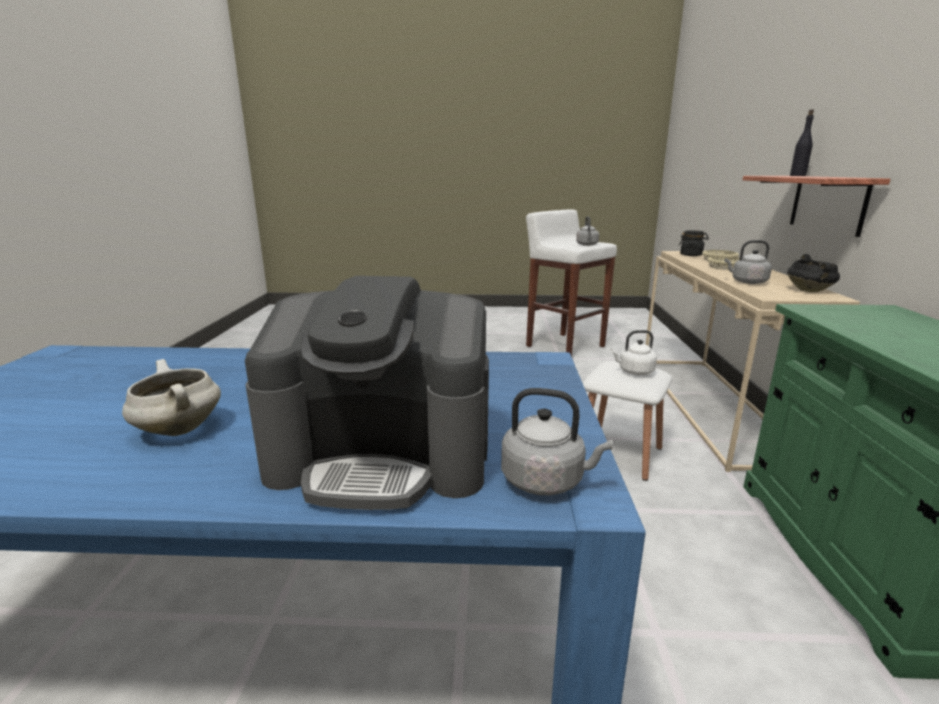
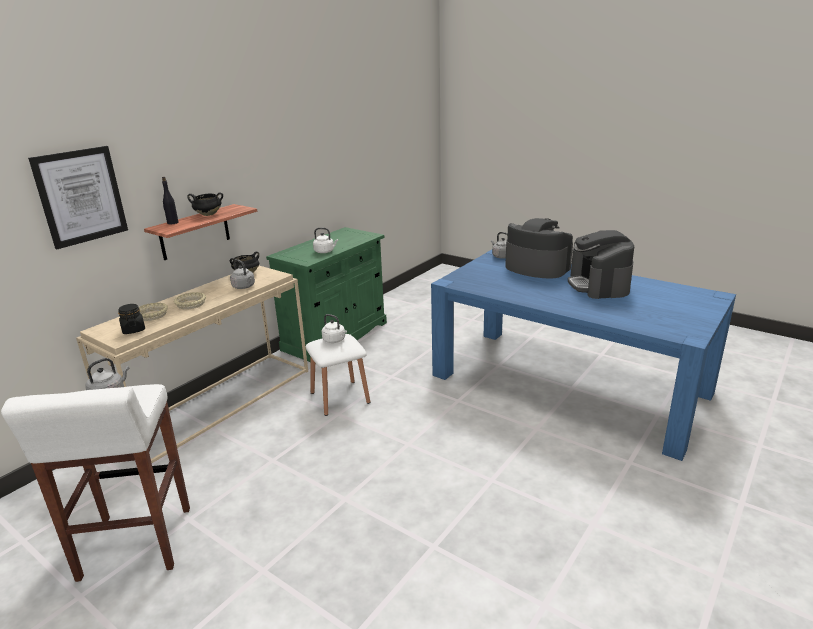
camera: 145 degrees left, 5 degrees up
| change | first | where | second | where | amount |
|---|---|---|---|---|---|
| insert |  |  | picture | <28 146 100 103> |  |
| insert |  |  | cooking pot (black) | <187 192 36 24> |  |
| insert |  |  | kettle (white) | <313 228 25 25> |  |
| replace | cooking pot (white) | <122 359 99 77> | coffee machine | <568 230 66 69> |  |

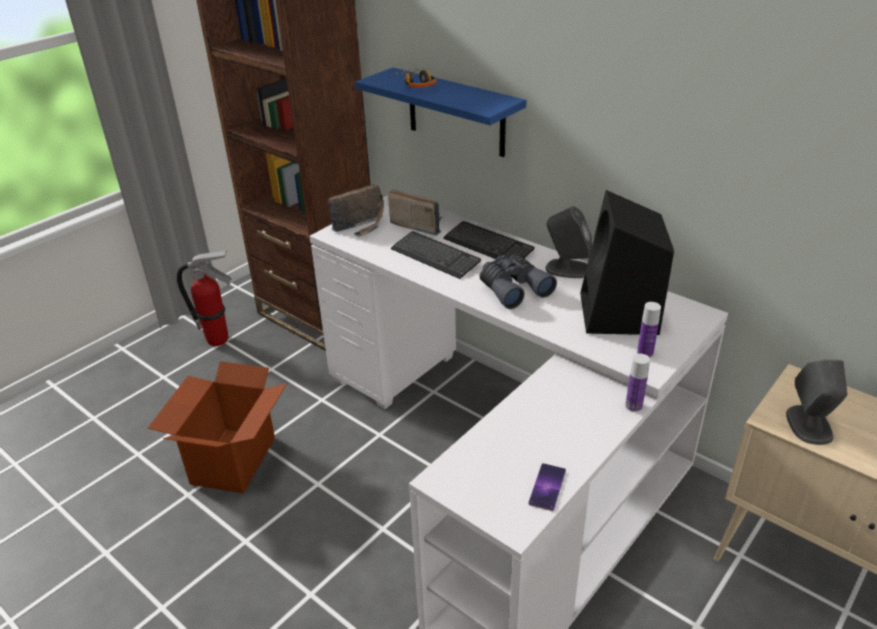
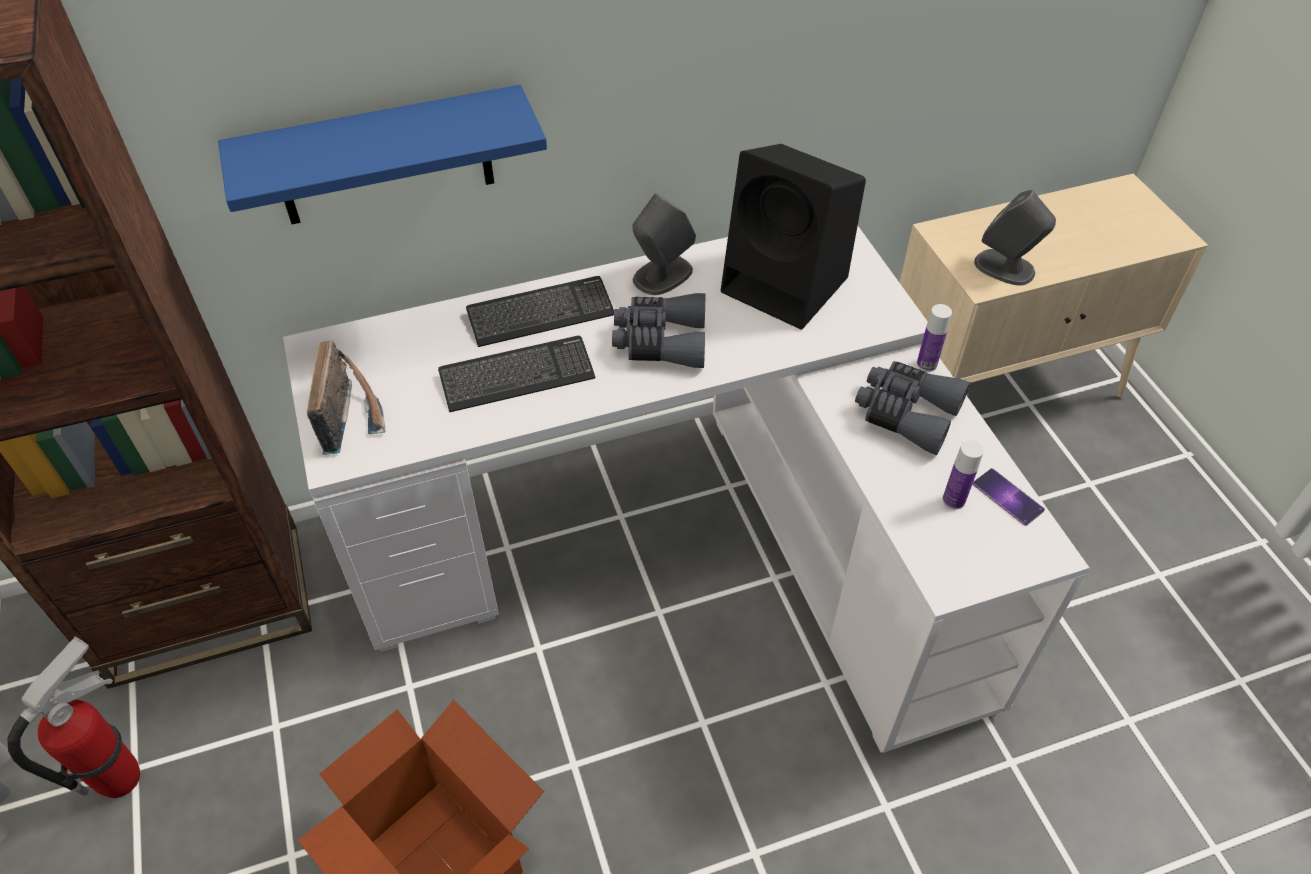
camera: 60 degrees left, 15 degrees up
| change | first | where | second | where | amount |
|---|---|---|---|---|---|
| insert |  |  | binoculars (grey) | <855 361 115 94> |  |
| move | bottle | <637 302 24 56> |  | <942 440 42 69> |  |
| delete | radio | <388 189 55 47> |  |  |  |
| delete | headphones | <391 68 46 20> |  |  |  |

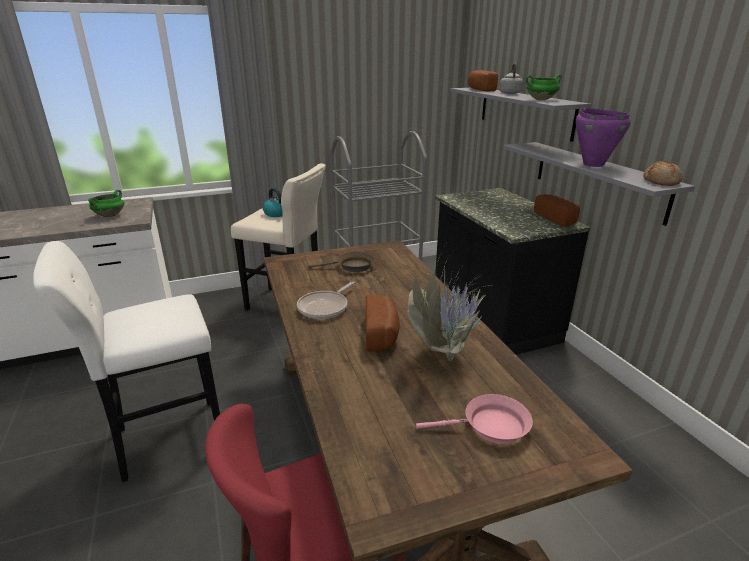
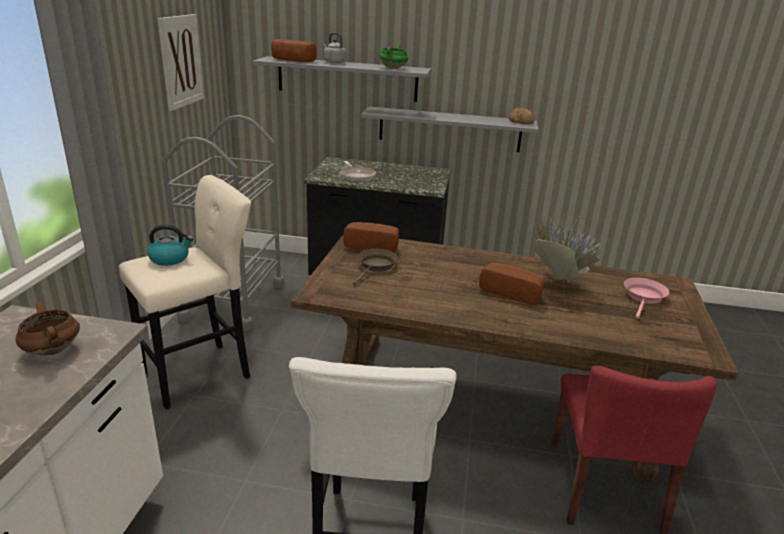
camera: 60 degrees left, 0 degrees up
| change | first | where | second | where | amount |
|---|---|---|---|---|---|
| recolor | cooking pot (green) | <88 190 36 27> | cooking pot (brown) | <16 302 64 53> |  |
| insert |  |  | picture | <158 14 46 97> |  |
| move | frying pan | <297 282 58 37> |  | <341 161 35 20> |  |
| move | bread | <534 194 46 32> |  | <343 222 56 31> |  |
| delete | cooking pot (purple) | <576 108 55 59> |  |  |  |

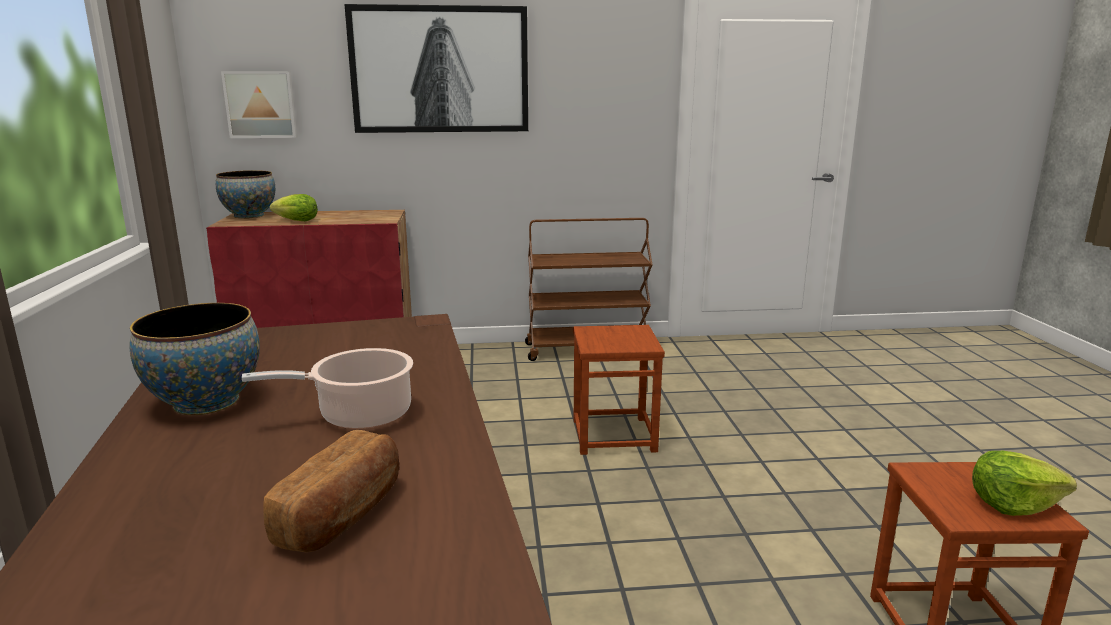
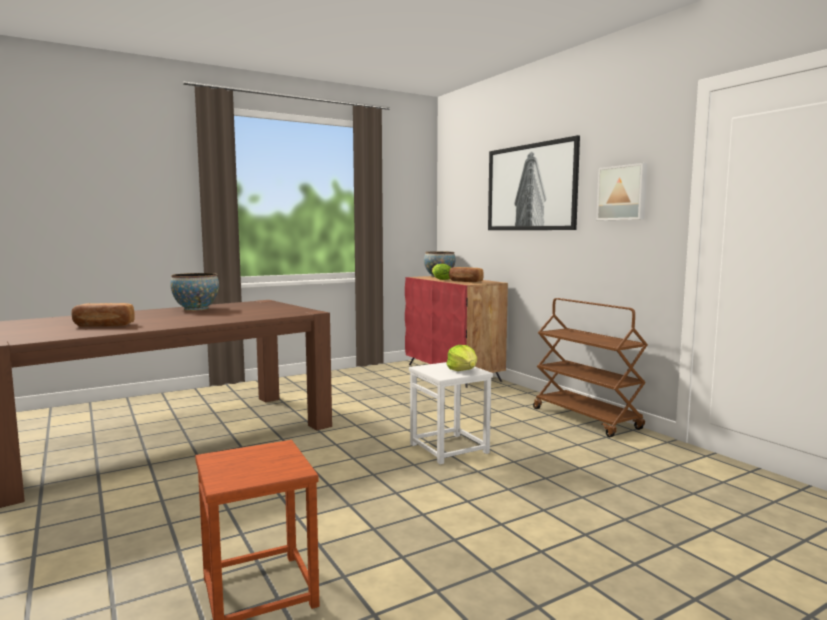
camera: 65 degrees right, 10 degrees down
| change | first | where | second | where | amount |
|---|---|---|---|---|---|
| recolor | stool (brown) | <573 325 92 130> | stool (white) | <409 362 84 102> |  |
| move | lettuce | <972 451 105 65> |  | <446 345 31 26> |  |
| insert |  |  | bread | <449 267 35 15> |  |
| move | picture | <221 71 77 67> |  | <596 163 51 57> |  |
| delete | cooking pot | <242 348 171 81> |  |  |  |

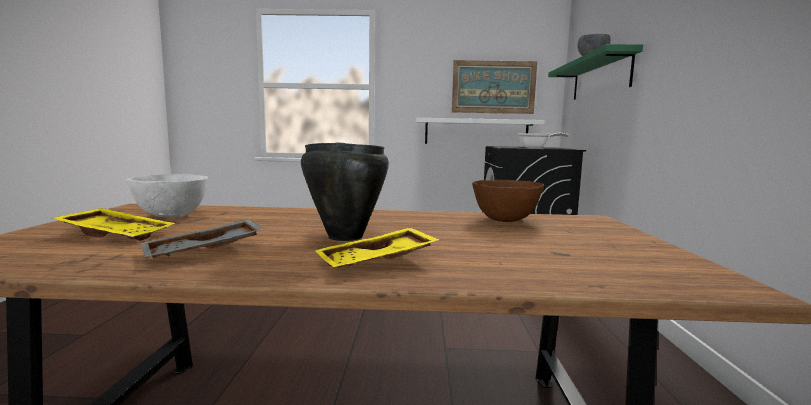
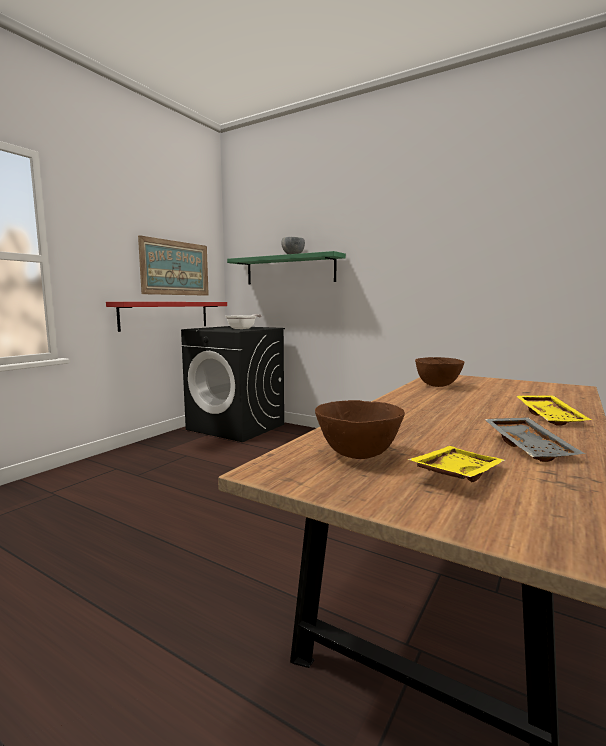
camera: 60 degrees left, 0 degrees up
| change | first | where | second | where | amount |
|---|---|---|---|---|---|
| recolor | shelf (white) | <416 118 129 26> | shelf (red) | <106 302 121 30> |  |
| recolor | bowl (white) | <126 174 82 44> | bowl (brown) | <315 400 90 59> |  |
| delete | cooking pot (black) | <301 142 88 99> |  |  |  |

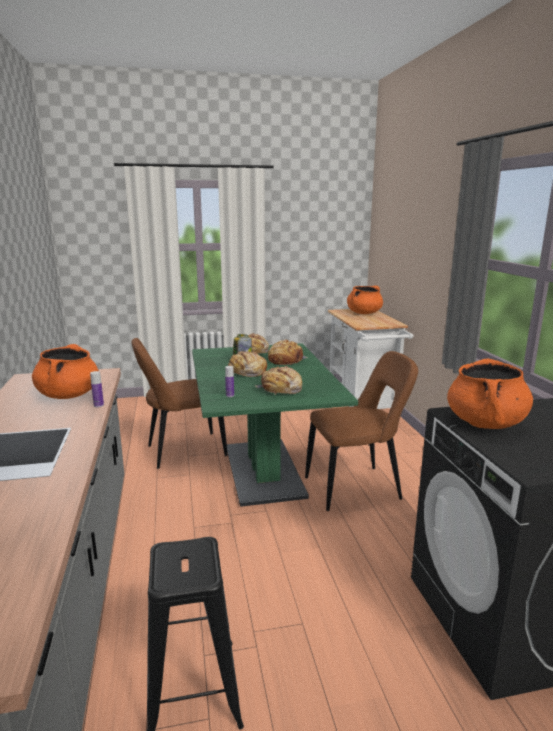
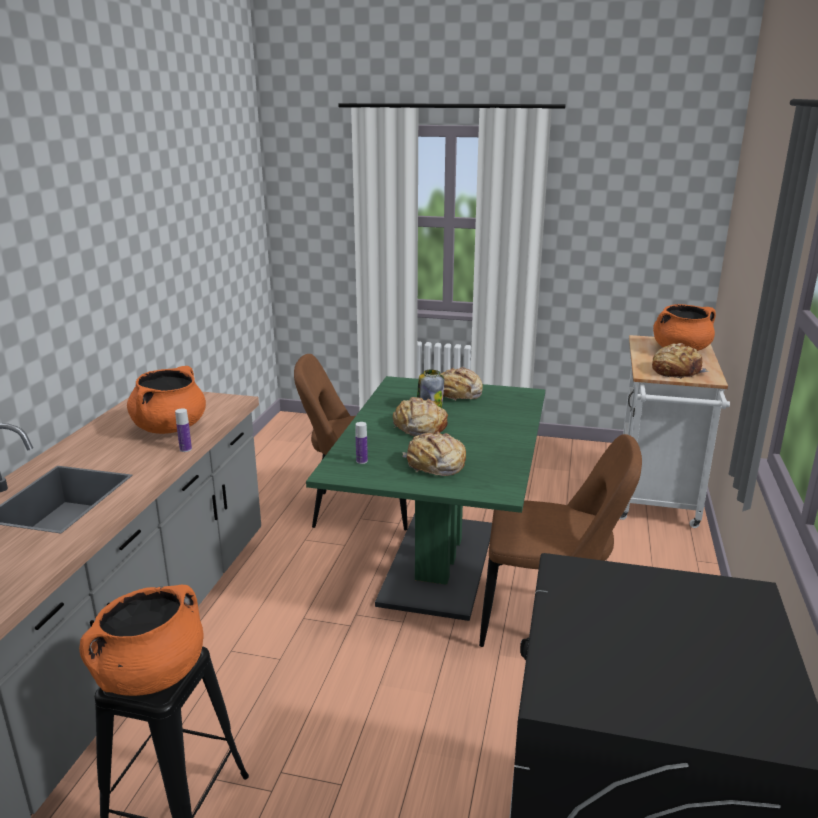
camera: 25 degrees right, 5 degrees up
| change | first | where | second | where | amount |
|---|---|---|---|---|---|
| move | cooking pot (orange) | <447 358 86 71> |  | <79 584 125 112> |  |
| move | bread | <268 340 40 25> |  | <652 343 57 36> |  |

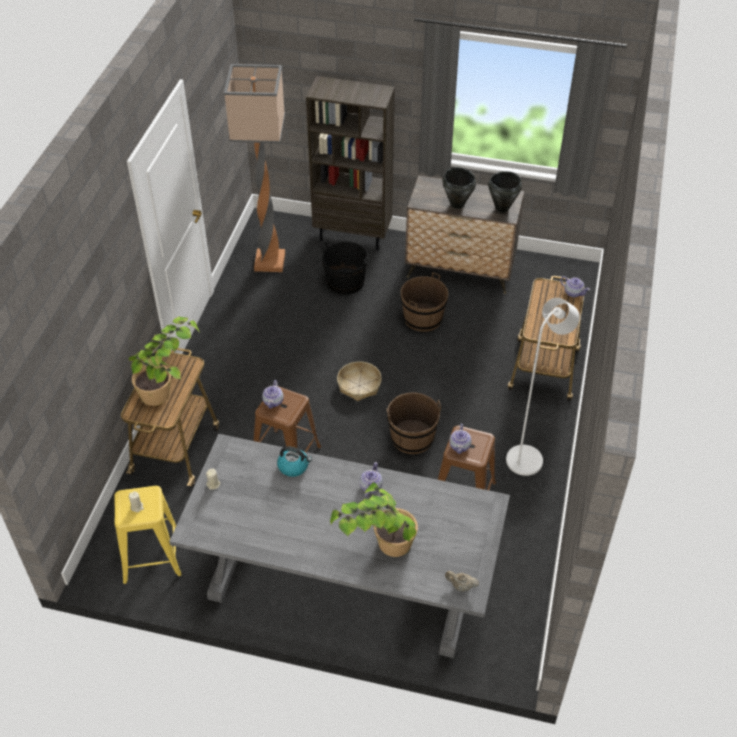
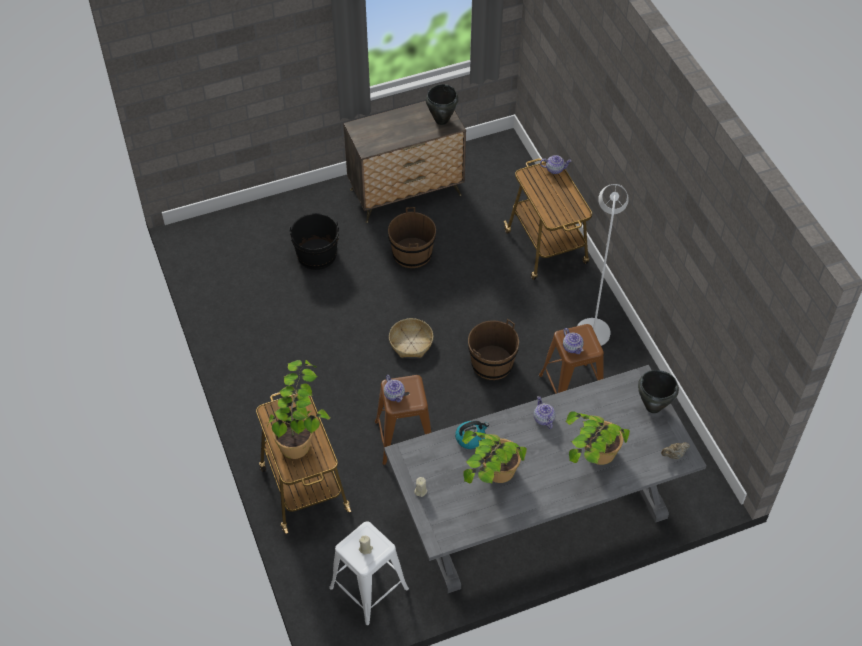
camera: 35 degrees left, 5 degrees up
| change | first | where | second | where | amount |
|---|---|---|---|---|---|
| recolor | stool (yellow) | <114 486 68 98> | stool (white) | <329 521 80 105> |  |
| insert |  |  | potted plant | <462 430 65 54> |  |
| move | cooking pot (black) | <443 167 33 42> |  | <638 370 41 43> |  |
| delete | floor lamp | <224 64 61 208> |  |  |  |
| delete | bookcase (brown) | <306 76 89 174> |  |  |  |

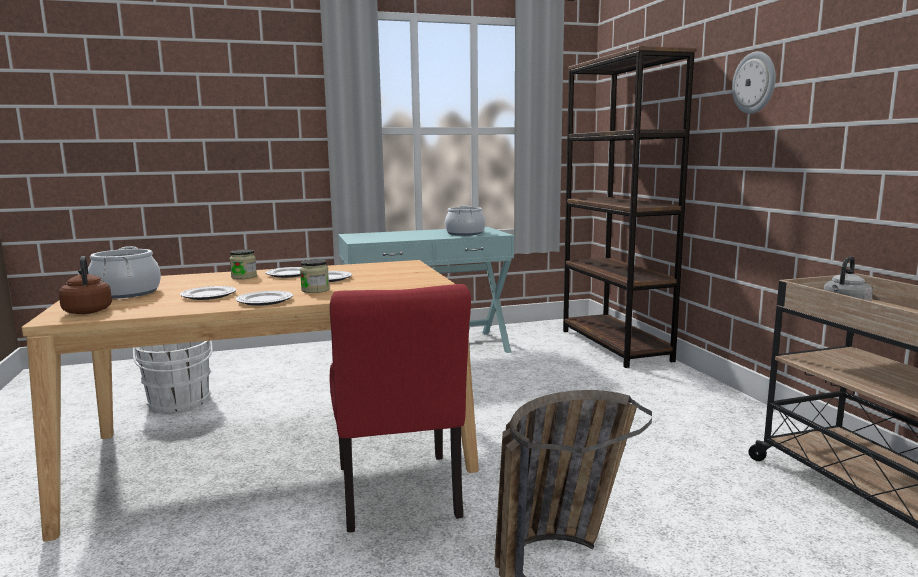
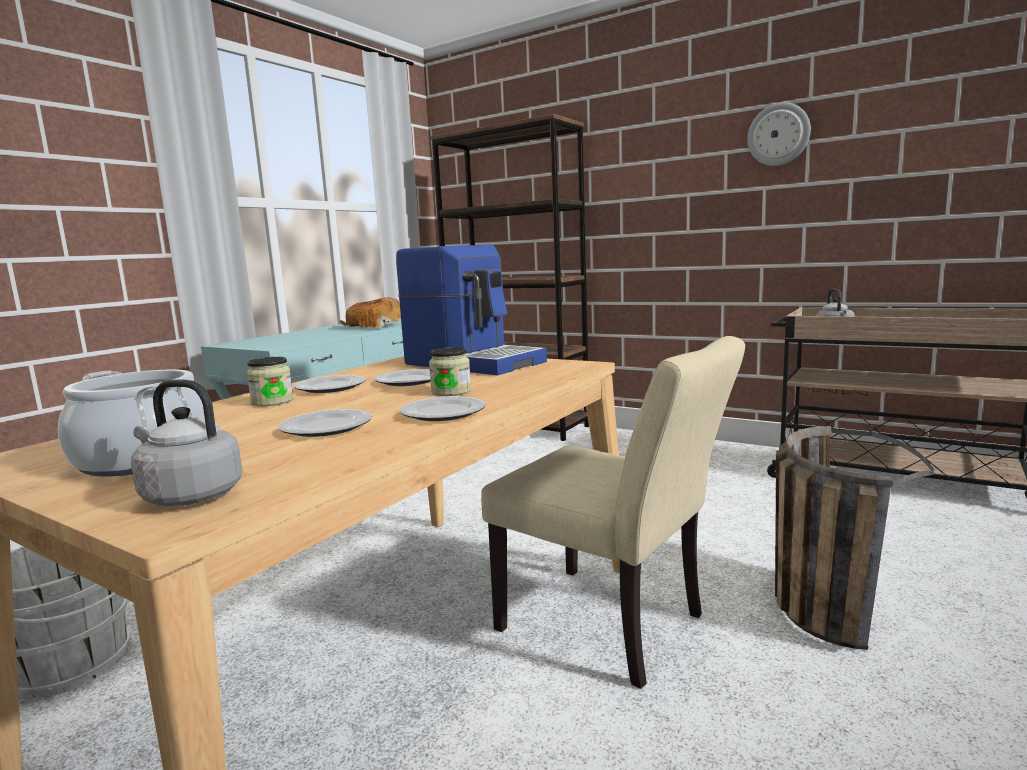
camera: 40 degrees left, 0 degrees up
| change | first | where | second | where | amount |
|---|---|---|---|---|---|
| recolor | kettle (brown) | <59 256 53 58> | kettle (grey) | <131 380 111 126> |  |
| replace | cooking pot | <445 205 40 31> | bread | <340 297 61 31> |  |
| insert |  |  | coffee machine | <396 245 151 130> |  |
| recolor | chair (red) | <329 284 142 248> | chair (beige) | <481 336 264 353> |  |
| move | wall clock | <732 51 44 63> |  | <747 102 64 64> |  |

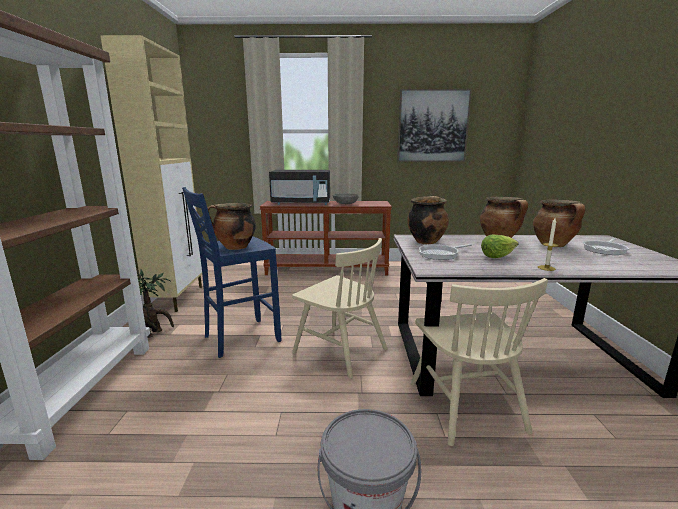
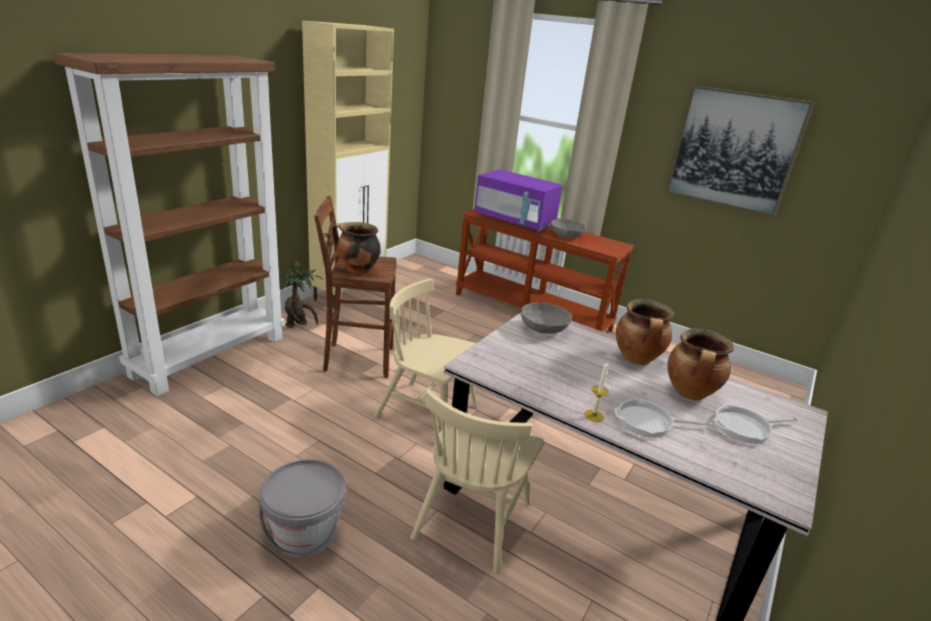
camera: 30 degrees right, 10 degrees up
| change | first | where | second | where | amount |
|---|---|---|---|---|---|
| recolor | stool (blue) | <182 187 99 171> | stool (brown) | <314 196 82 182> |  |
| rotate | chair (beige) | <292 238 96 141> |  | <374 279 104 146> | 135 degrees clockwise |
| recolor | microwave (black) | <269 170 61 35> | microwave (purple) | <474 169 89 62> |  |
| replace | cooking pot | <407 196 42 48> | bowl (grey) | <521 302 51 32> |  |
| move | frying pan | <419 244 53 16> |  | <614 399 97 39> |  |
| delete | lettuce | <481 235 38 23> |  |  |  |

